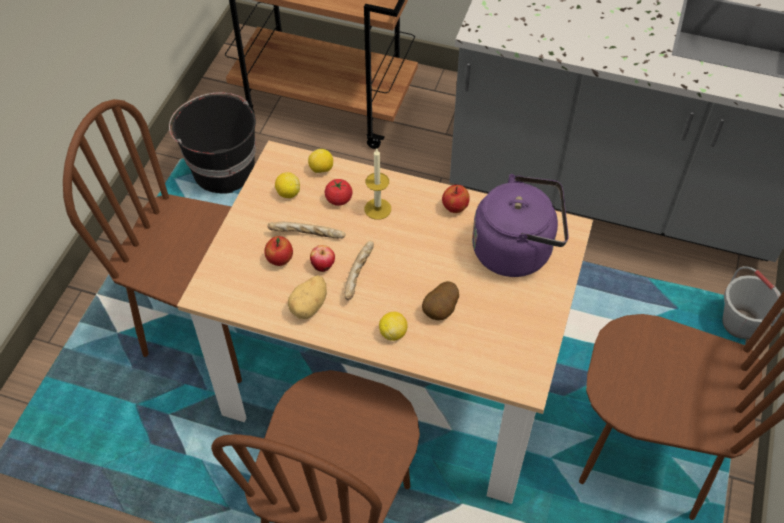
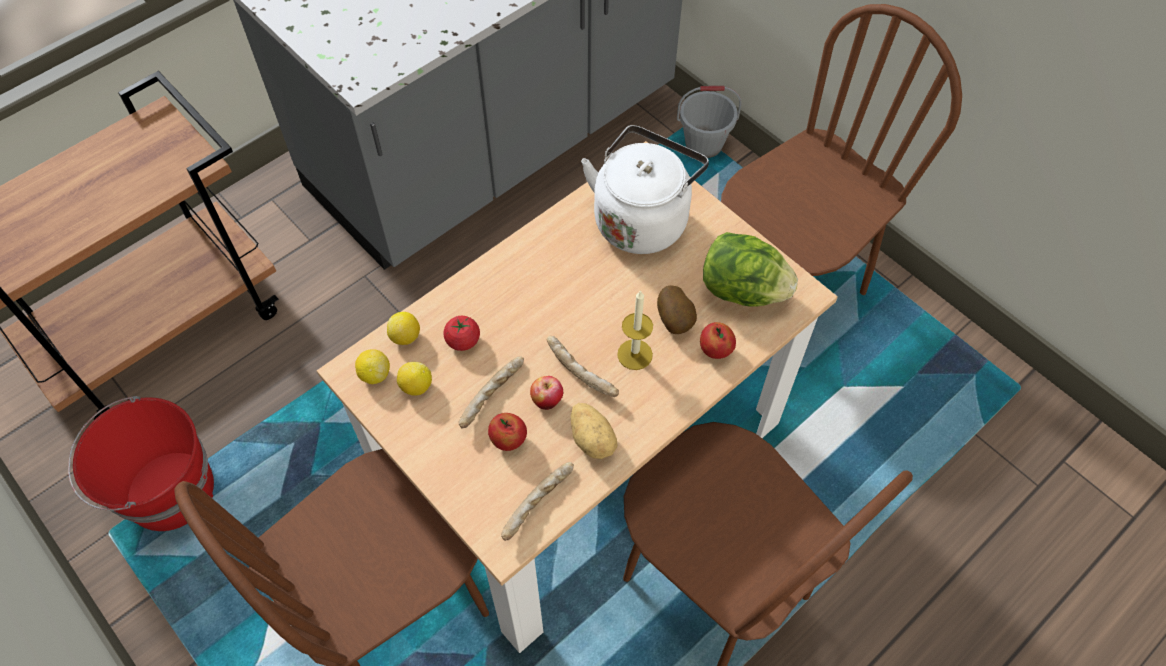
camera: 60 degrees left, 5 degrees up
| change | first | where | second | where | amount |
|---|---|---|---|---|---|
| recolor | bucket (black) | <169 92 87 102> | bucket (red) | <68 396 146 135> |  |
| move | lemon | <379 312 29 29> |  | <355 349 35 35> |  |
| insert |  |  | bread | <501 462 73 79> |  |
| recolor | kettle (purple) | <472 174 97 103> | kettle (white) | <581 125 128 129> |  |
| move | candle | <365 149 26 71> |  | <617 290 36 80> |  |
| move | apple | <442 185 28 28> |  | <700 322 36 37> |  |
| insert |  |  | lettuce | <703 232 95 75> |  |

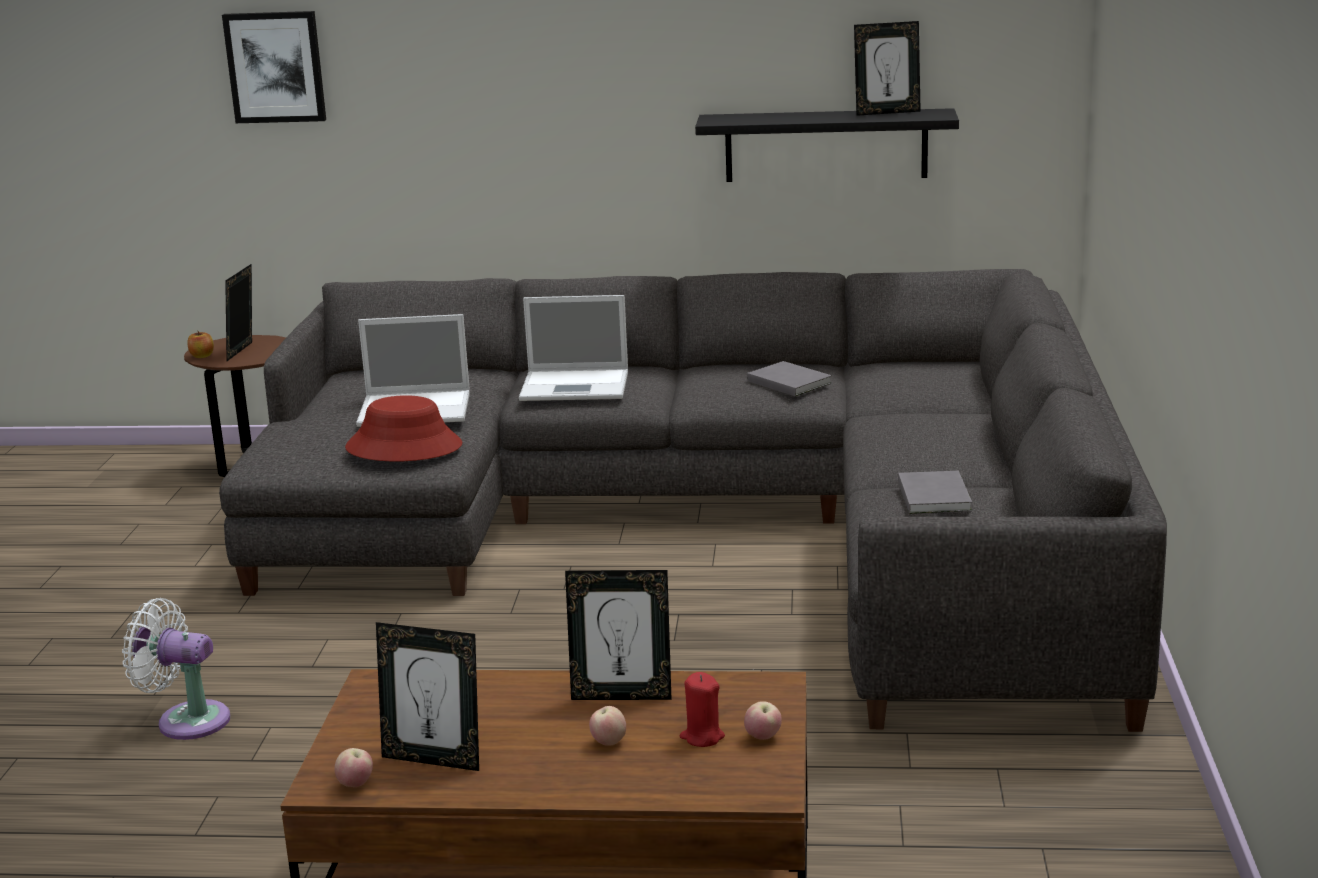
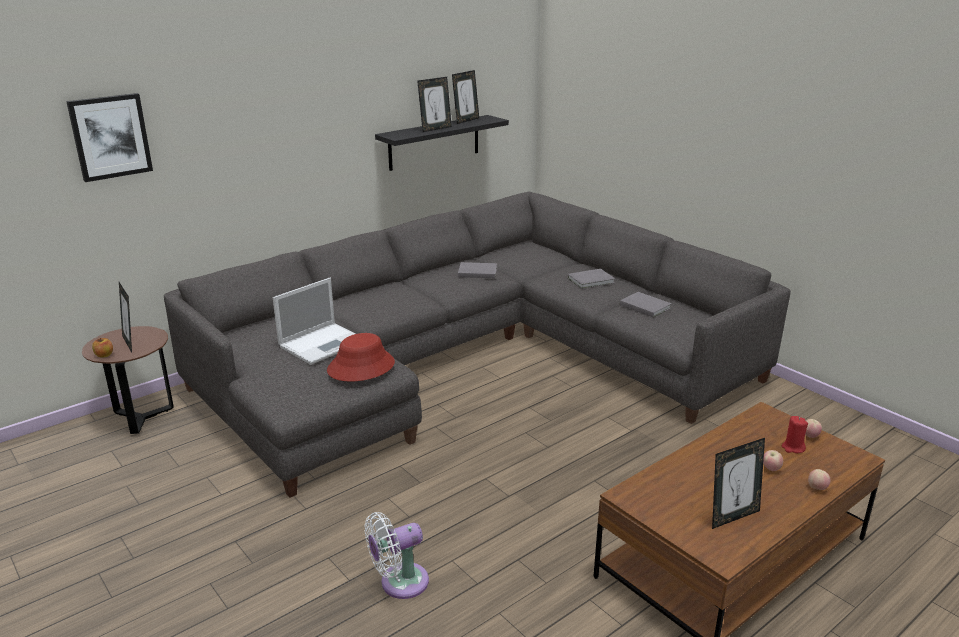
camera: 45 degrees left, 5 degrees up
| change | first | where | second | where | amount |
|---|---|---|---|---|---|
| move | picture frame | <565 570 107 130> |  | <417 77 35 55> |  |
| insert |  |  | book (grey) | <568 269 47 20> |  |
| move | apple | <335 748 38 39> |  | <808 469 22 21> |  |
| delete | laptop | <519 295 109 106> |  |  |  |

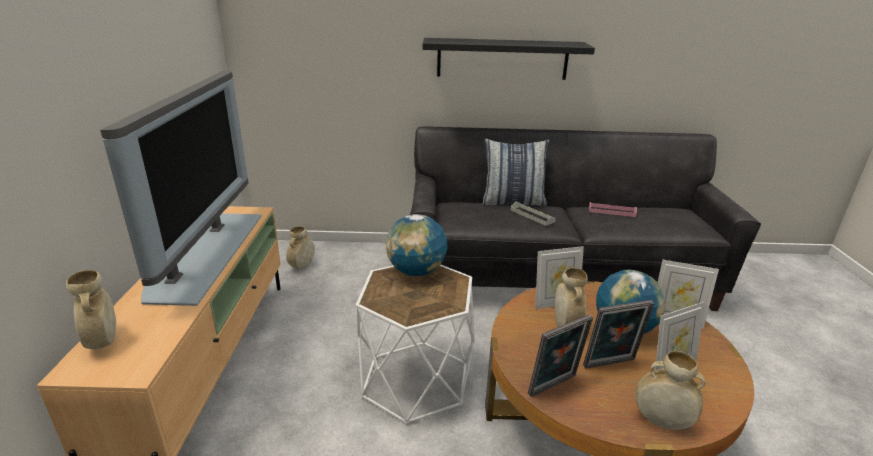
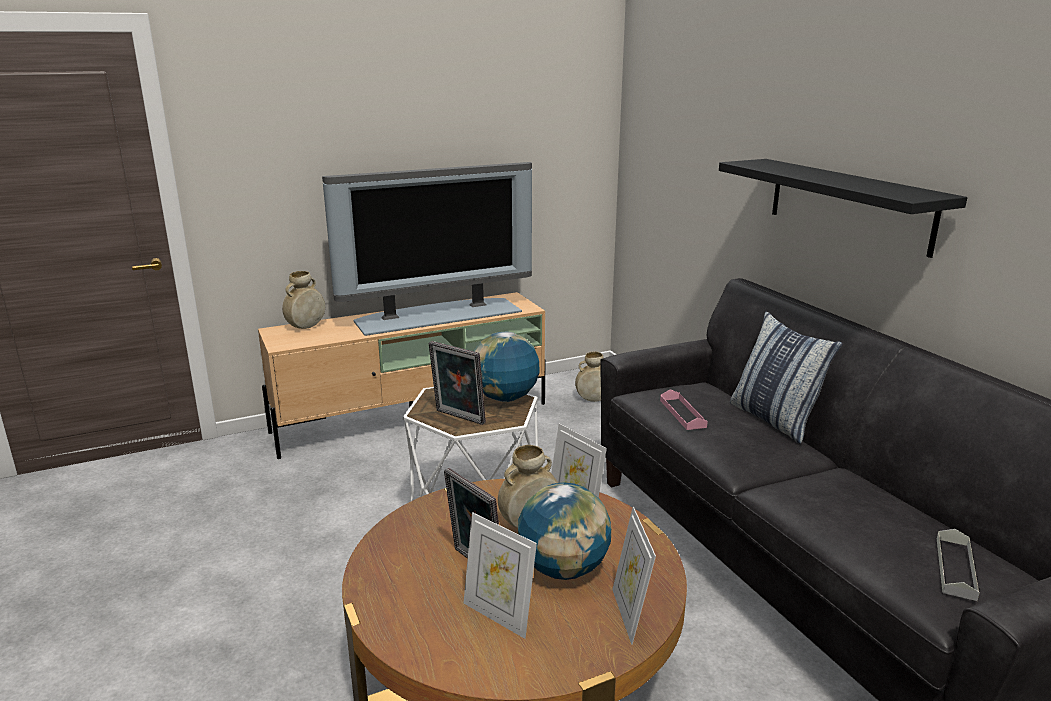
camera: 65 degrees right, 5 degrees down
| change | first | where | second | where | amount |
|---|---|---|---|---|---|
| move | picture frame | <528 315 65 82> |  | <429 341 57 84> |  |
| move | tray (pink) | <589 202 48 15> |  | <660 389 48 41> |  |
| move | tray (grey) | <511 202 45 24> |  | <937 529 43 72> |  |
| delete | vase (beige) | <635 351 70 79> |  |  |  |

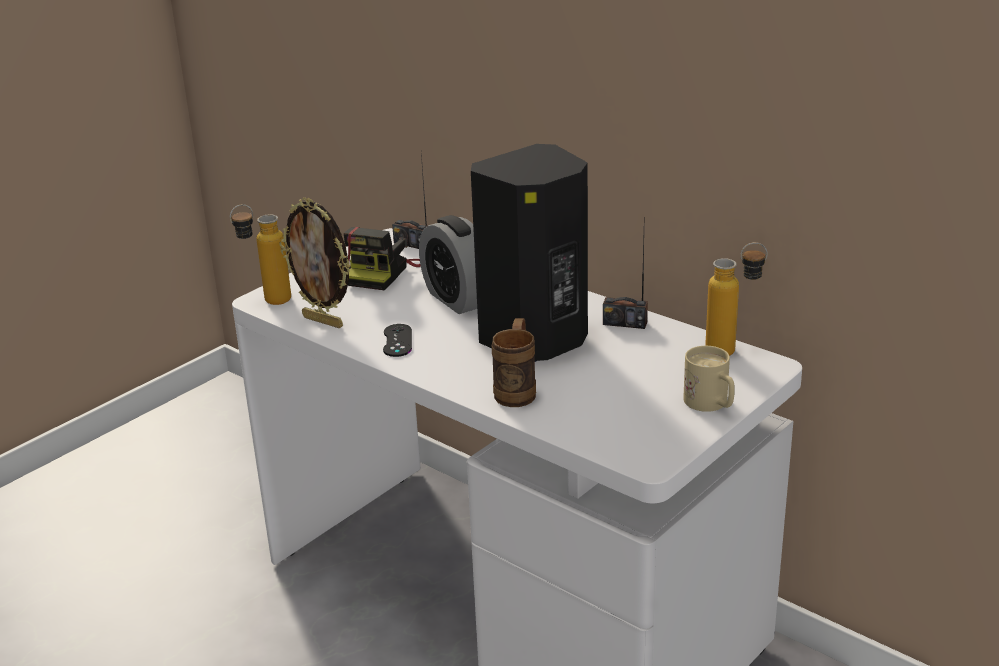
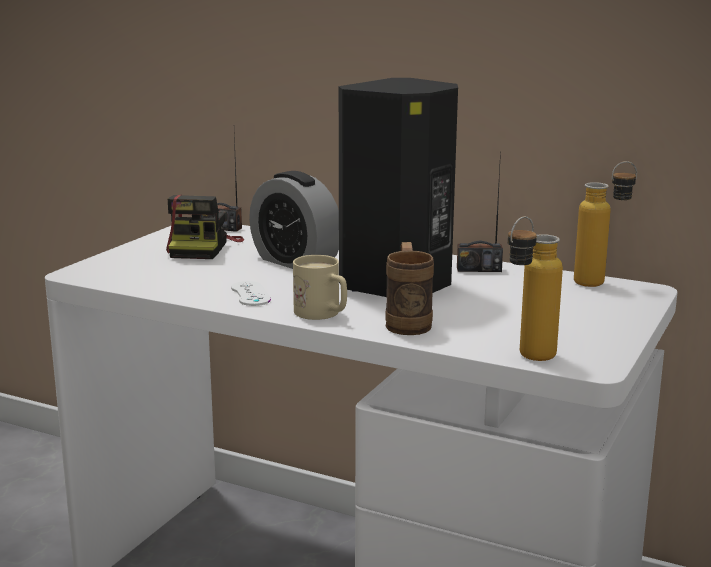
camera: 15 degrees left, 10 degrees down
| change | first | where | second | where | amount |
|---|---|---|---|---|---|
| recolor | game controller (black) | <383 324 29 33> | game controller (white) | <231 281 40 25> |  |
| move | mug (beige) | <684 346 51 66> |  | <293 255 54 65> |  |
| move | bottle | <230 204 61 101> |  | <508 216 55 145> |  |
| delete | picture frame | <279 197 72 131> |  |  |  |

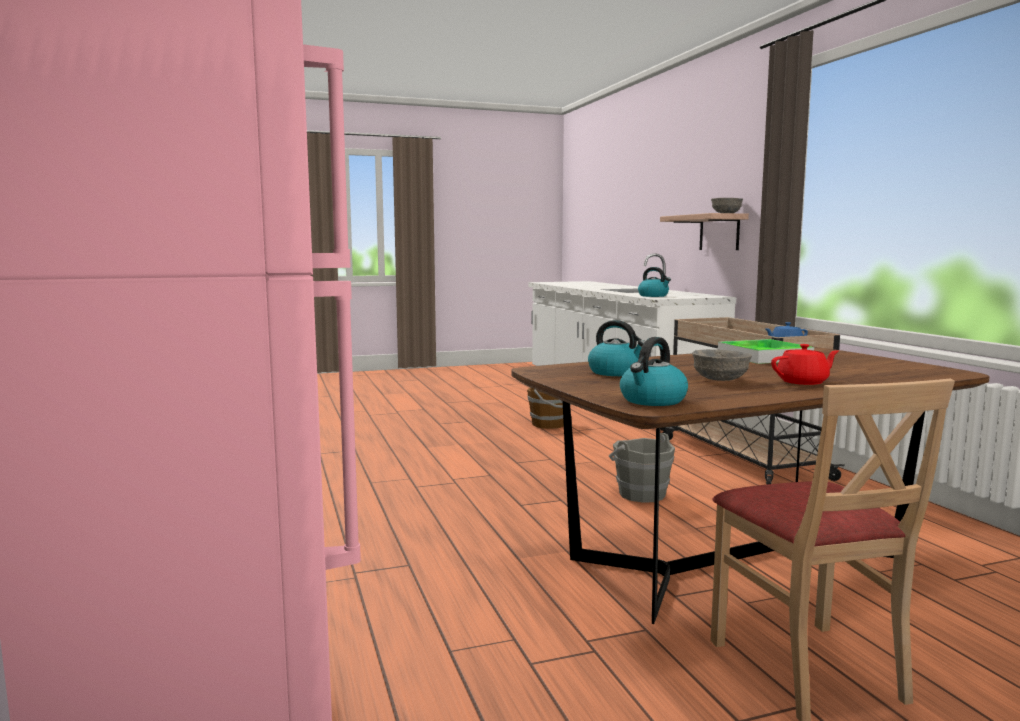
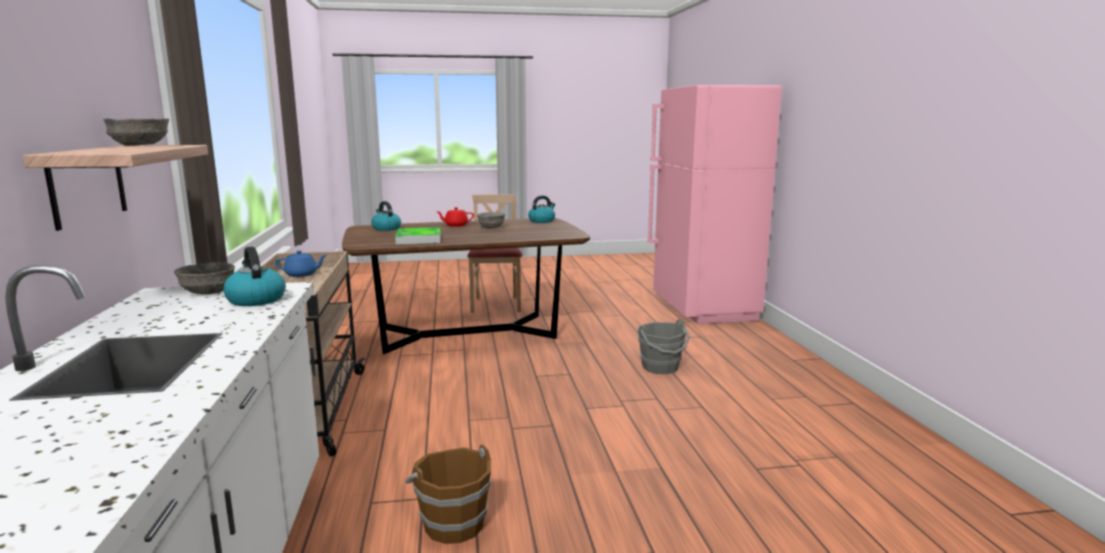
camera: 170 degrees left, 5 degrees up
| change | first | where | second | where | amount |
|---|---|---|---|---|---|
| insert |  |  | bowl (grey) | <174 262 61 32> |  |
| move | kettle | <588 320 57 56> |  | <371 201 30 30> |  |
| move | bucket (grey) | <609 433 66 70> |  | <638 319 52 55> |  |

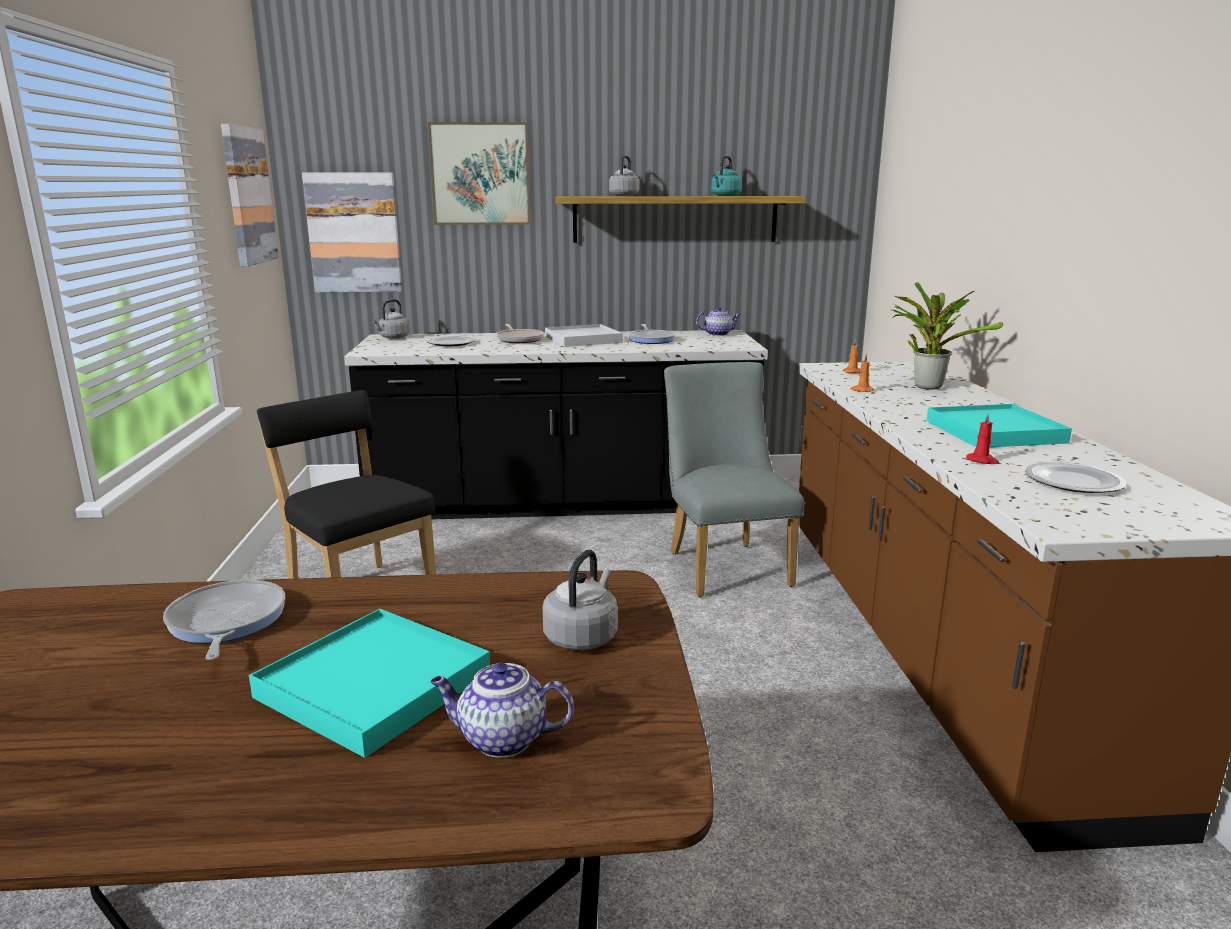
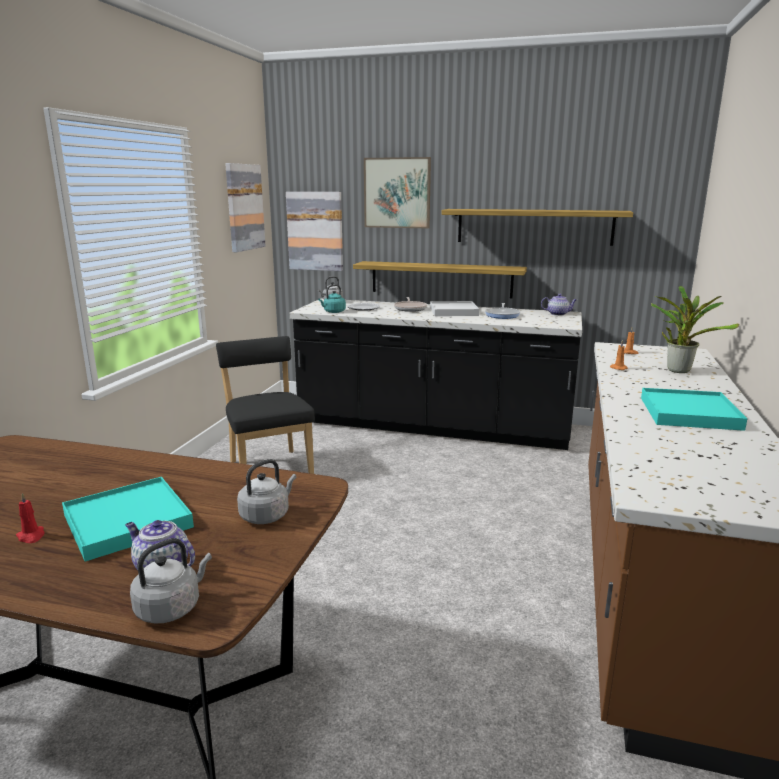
camera: 20 degrees right, 0 degrees up
| change | first | where | second | where | amount |
|---|---|---|---|---|---|
| move | candle (red) | <966 413 33 51> |  | <16 493 29 50> |  |
| move | kettle (grey) | <609 155 30 41> |  | <130 538 82 85> |  |
| move | kettle (turquoise) | <711 156 31 40> |  | <318 284 28 29> |  |
| insert |  |  | shelf | <353 261 174 37> |  |
| delete | frying pan | <163 580 123 80> |  |  |  |
| delete | chair (grey) | <664 362 140 235> |  |  |  |
| delete | plate | <1025 462 101 31> |  |  |  |

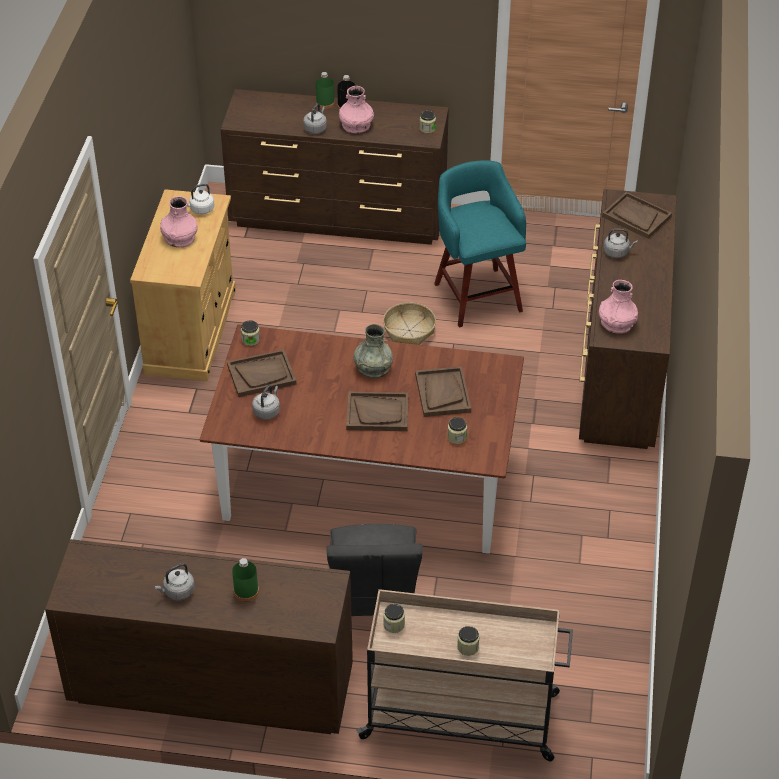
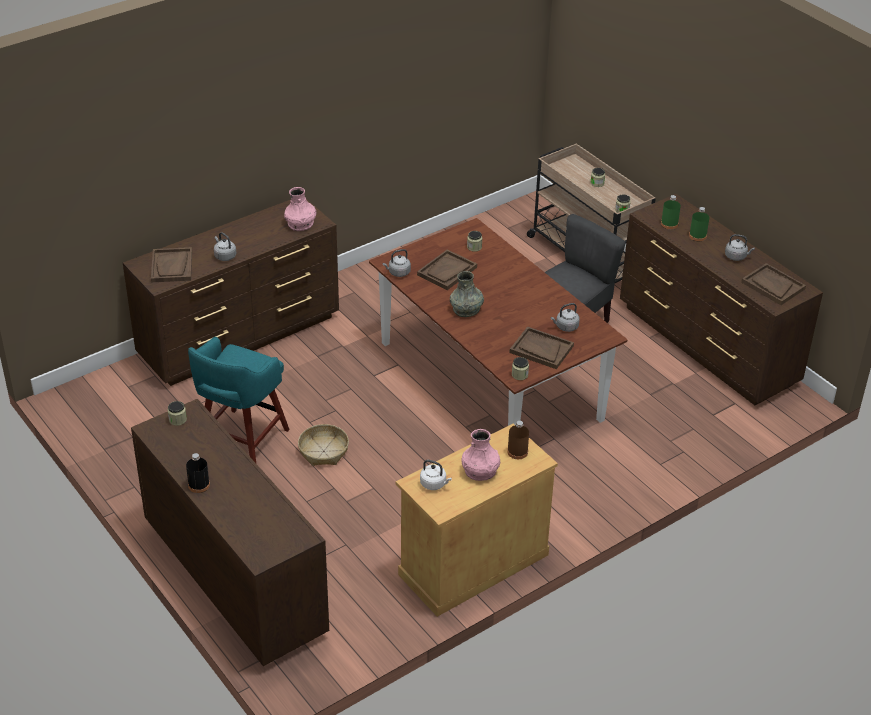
camera: 135 degrees left, 5 degrees down
| change | first | where | second | where | amount |
|---|---|---|---|---|---|
| move | kettle (grey) | <303 103 24 31> |  | <382 249 29 28> |  |
| insert |  |  | bottle (brown) | <507 421 22 38> |  |
| move | bottle (green) | <316 72 19 37> |  | <661 195 20 34> |  |
| move | tray (brown) | <346 392 62 39> |  | <741 263 65 42> |  |
| delete | vase (pink) | <339 86 35 47> |  |  |  |

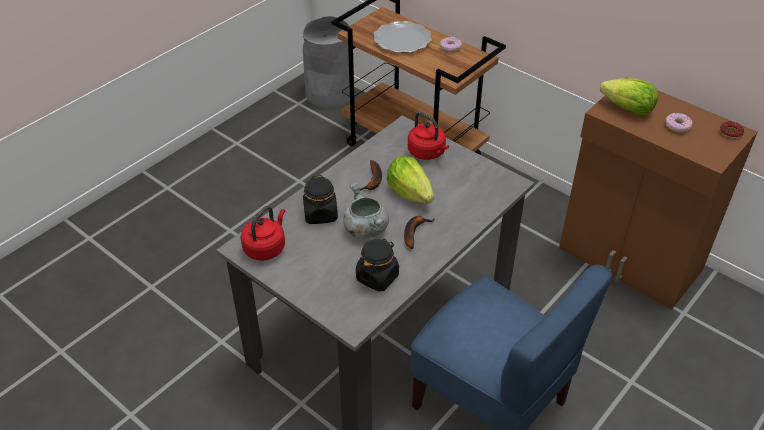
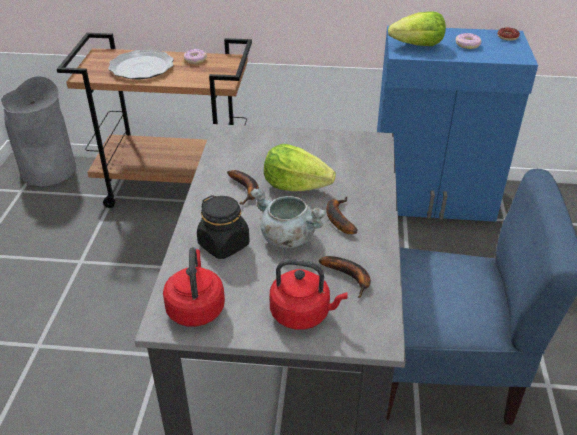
camera: 35 degrees left, 5 degrees down
| change | first | where | second | where | amount |
|---|---|---|---|---|---|
| move | kettle (red) | <408 112 41 48> |  | <270 259 77 71> |  |
| replace | jar (black) | <356 238 43 54> | banana | <318 256 53 42> |  |
| recolor | cabinet (brown) | <559 77 198 232> | cabinet (blue) | <377 26 161 196> |  |

